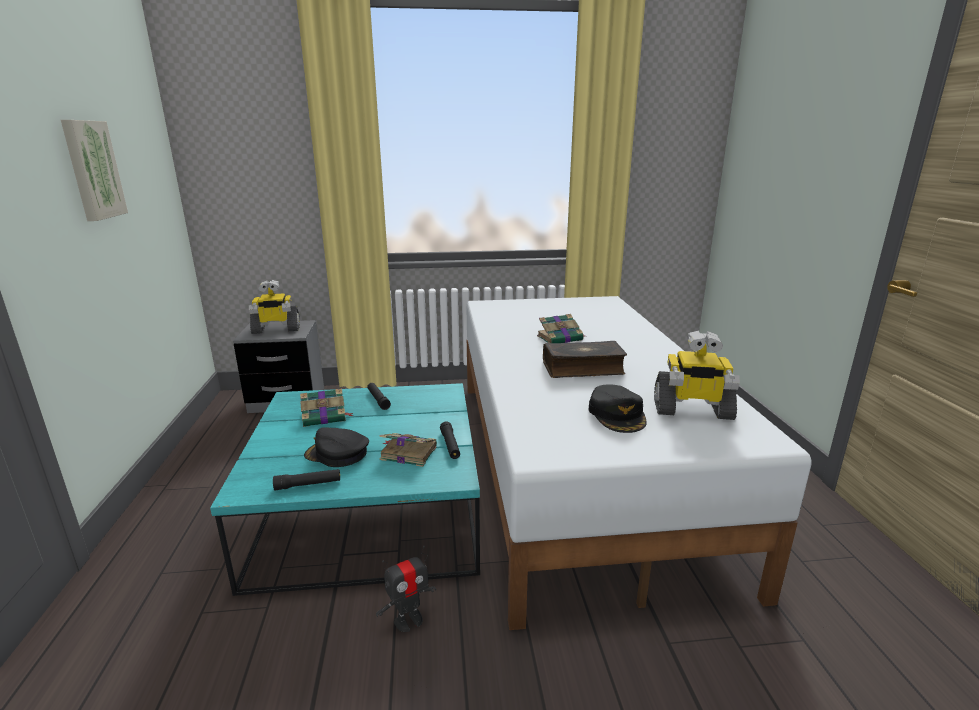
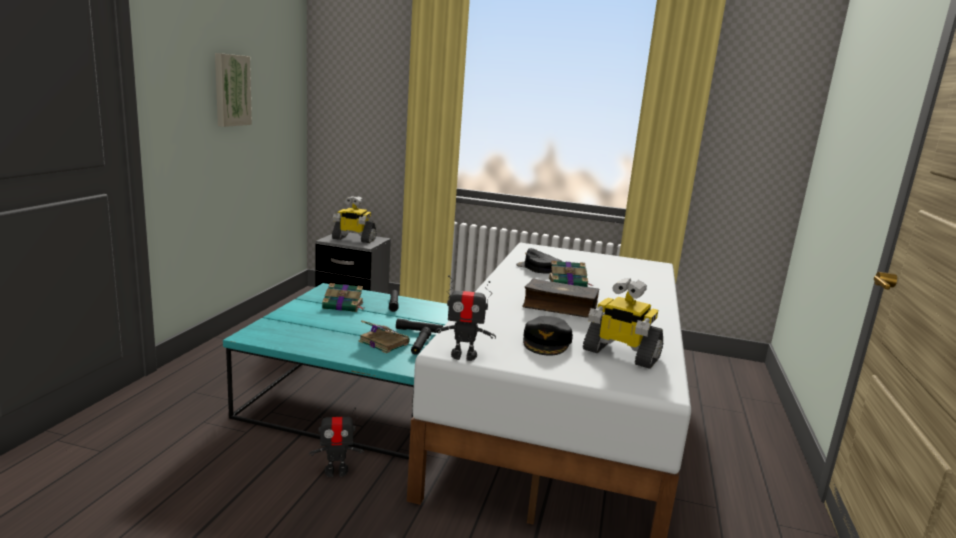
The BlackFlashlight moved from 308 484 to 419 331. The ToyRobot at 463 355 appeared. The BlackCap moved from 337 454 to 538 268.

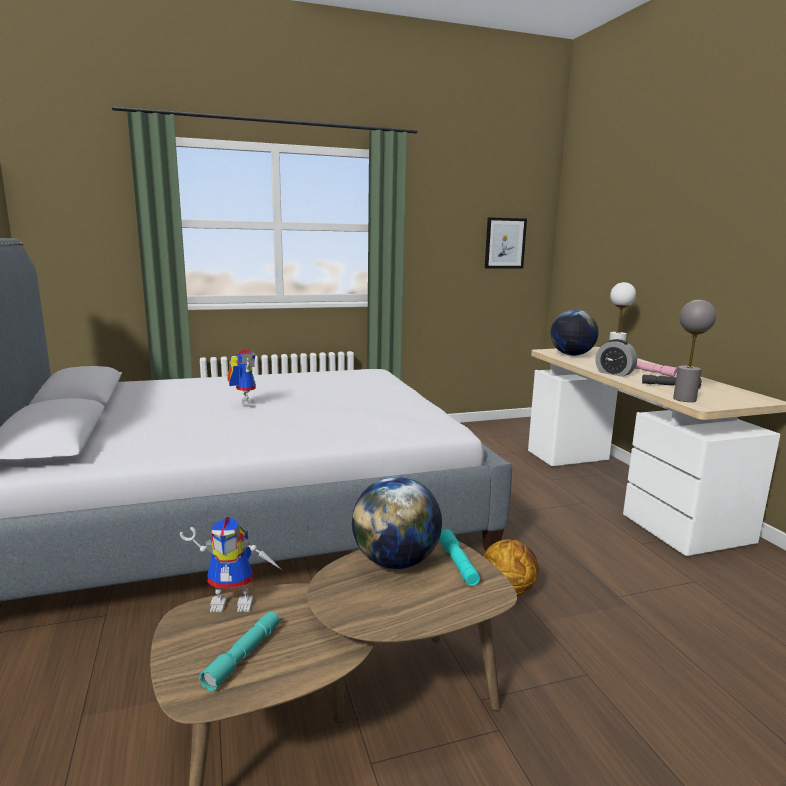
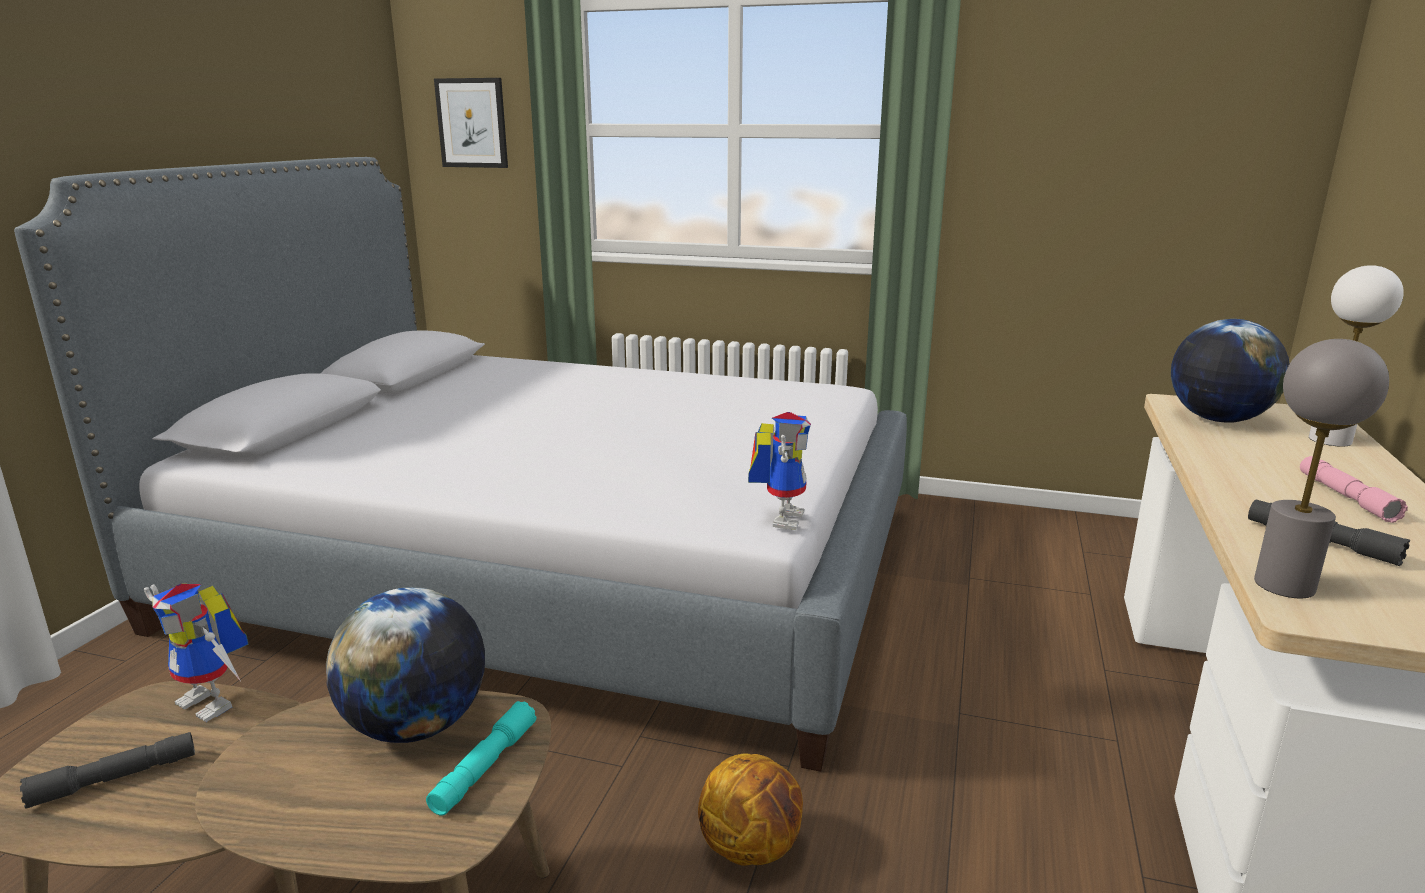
The TurquoiseFlashlight at 243 656 became the GreyFlashlight at 114 779. The Picture moved from 505 243 to 472 123. The ToyRobot moved from 243 403 to 781 517. The AlarmClock at 614 373 disappeared.

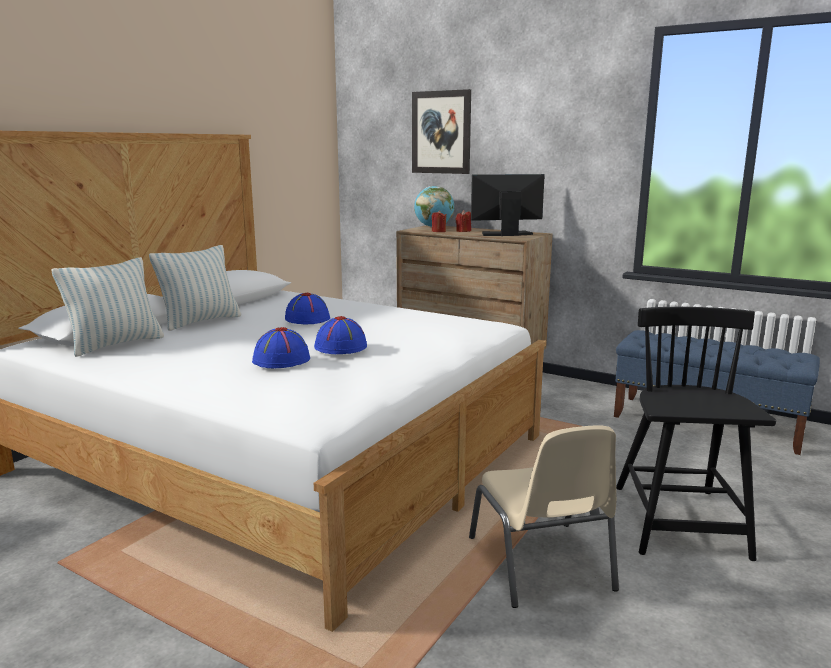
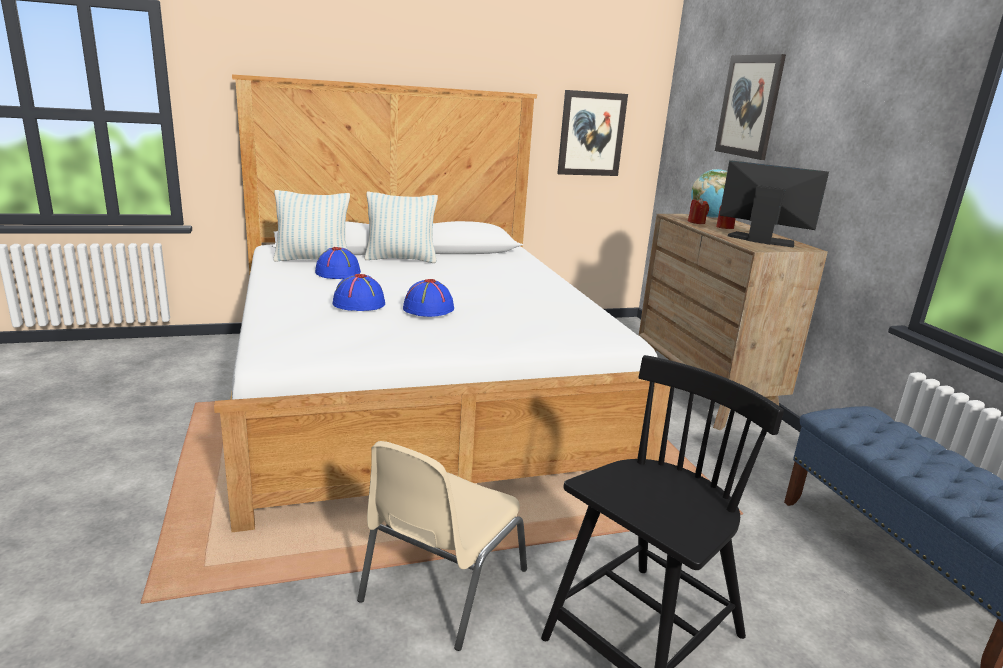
The BlueHat moved from 307 318 to 338 272. The Picture at 591 134 appeared.

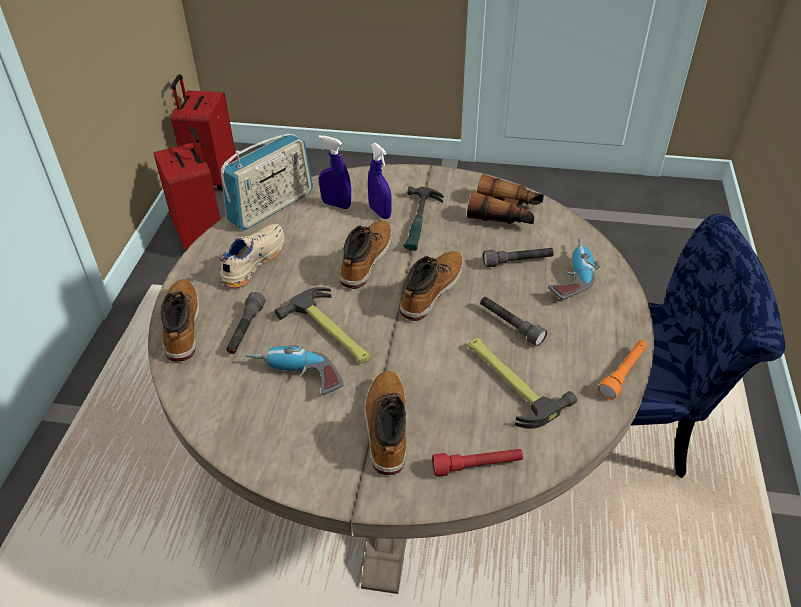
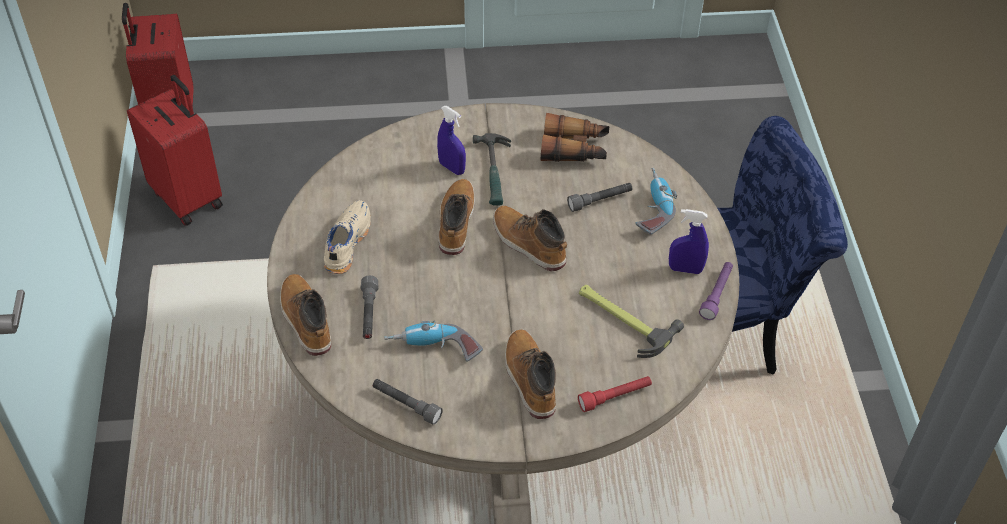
The GreyFlashlight moved from 510 325 to 406 405. The Boot at 431 290 turned 60 degrees counterclockwise. The BlueSprayBottle moved from 336 204 to 685 269. The OrangeFlashlight at 623 373 became the PurpleFlashlight at 717 294. The Radio at 271 207 disappeared. The Hammer at 331 332 disappeared.

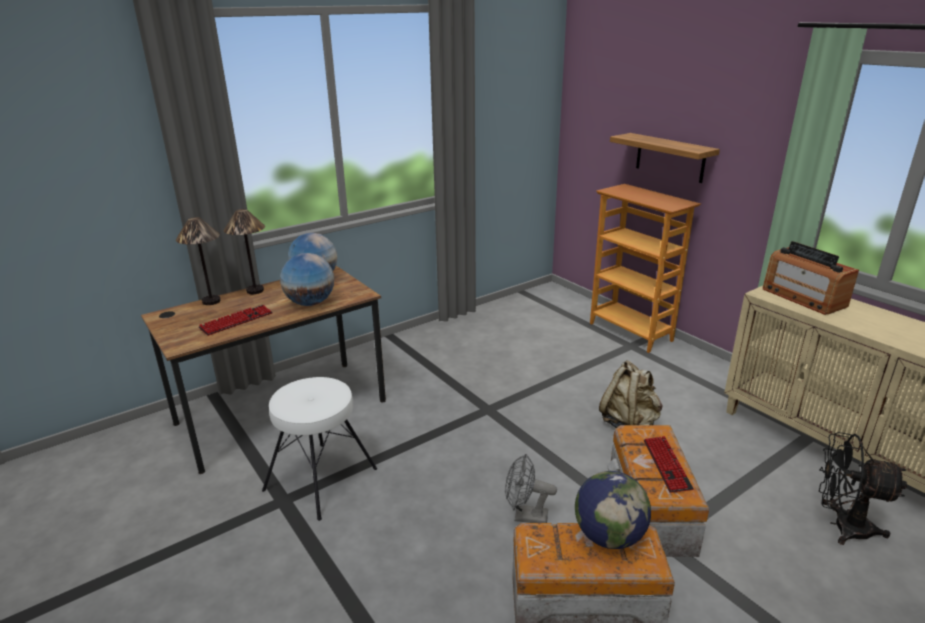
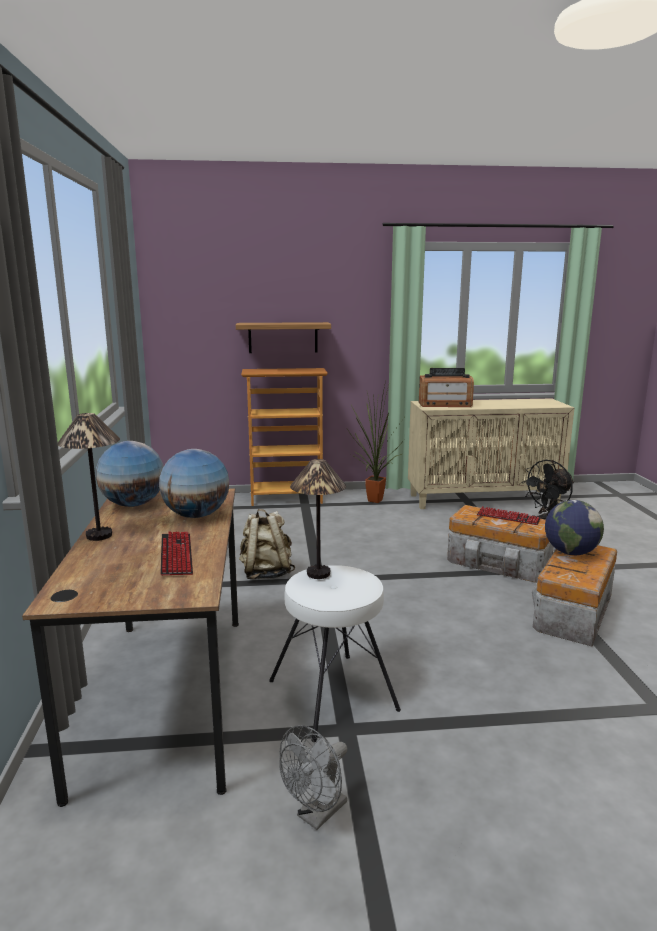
The BeigeBackpack moved from 629 423 to 266 573. The GreyFan moved from 525 516 to 317 815. The TableLamp moved from 211 301 to 318 574. The PottedPlant at 373 501 appeared.

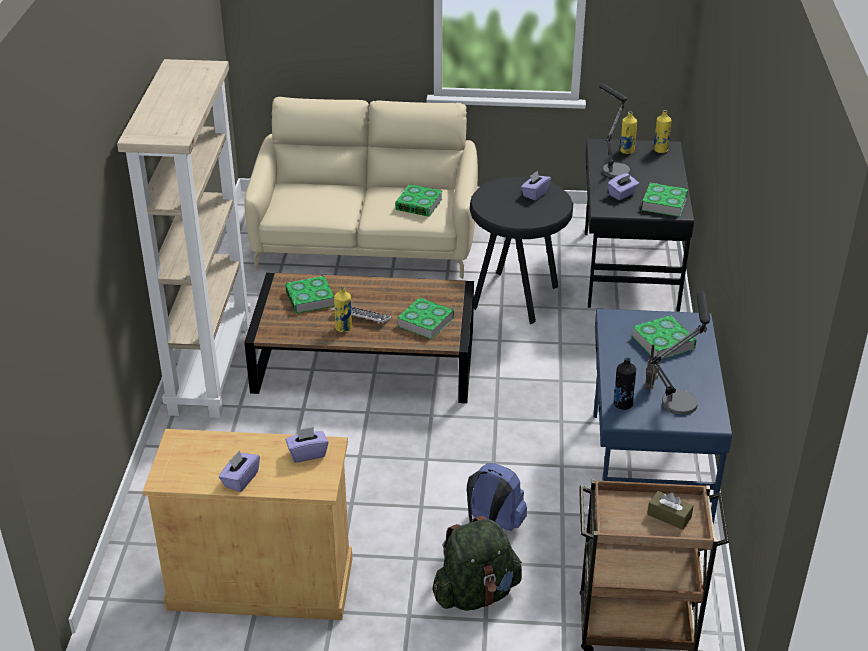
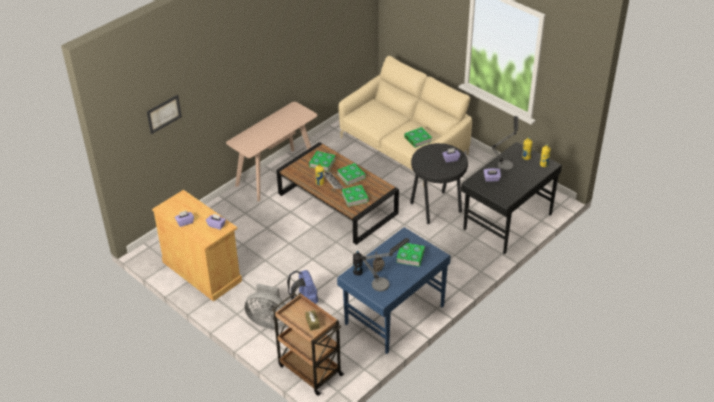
The Picture at 164 114 appeared. The BeigeBookcase at 209 366 was replaced by the BeigeConsoleTable at 276 174. The GreenBackpack at 476 593 was replaced by the GreyFan at 268 321. The Book moved from 664 203 to 351 176.

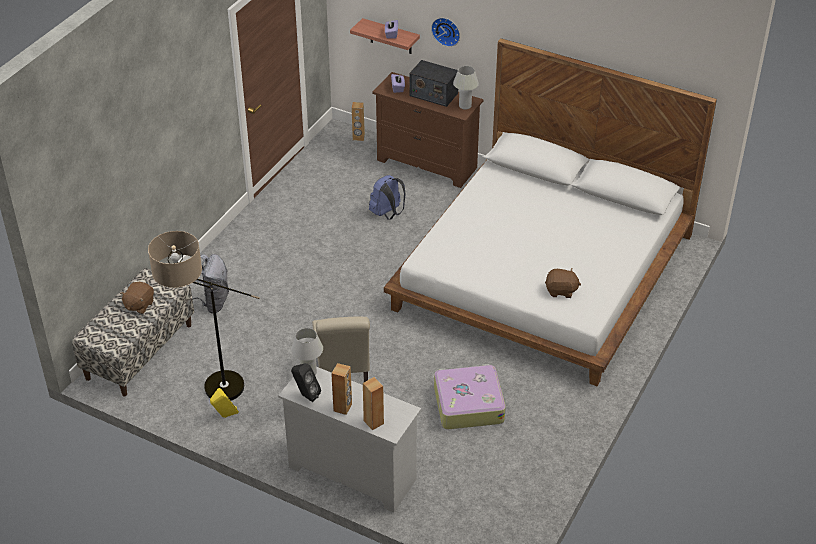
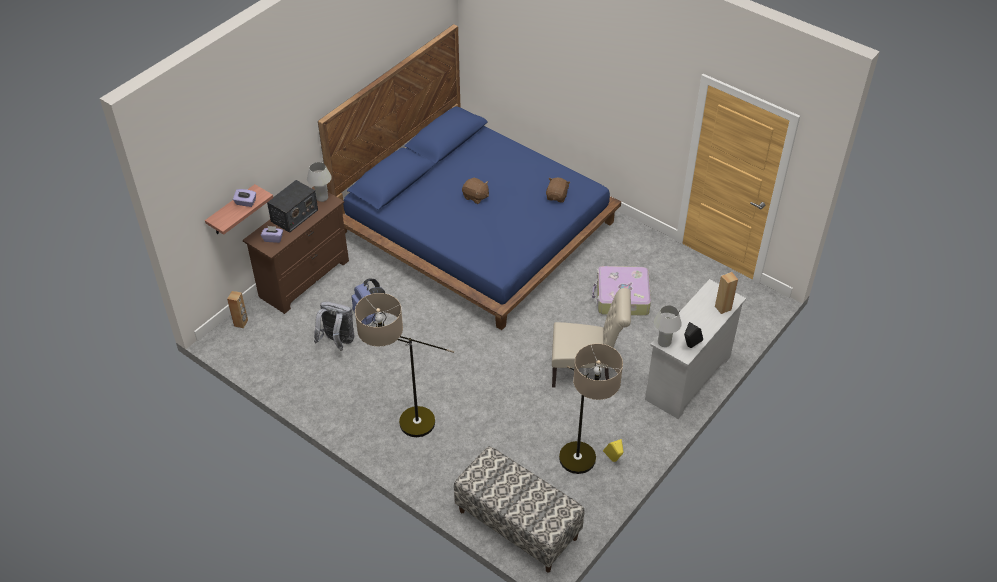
The GreyBackpack moved from 211 303 to 337 342. The WhiteBed at 542 272 became the BlueBed at 477 228. The FloorLamp at 403 426 appeared. The BrownPlushToy moved from 139 305 to 475 197. The BrownSpeaker at 343 407 disappeared. The WallClock at 446 30 disappeared.

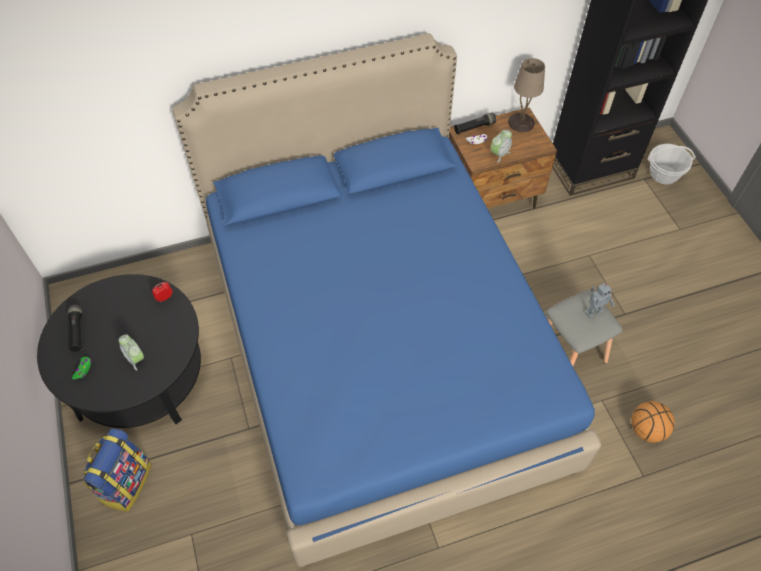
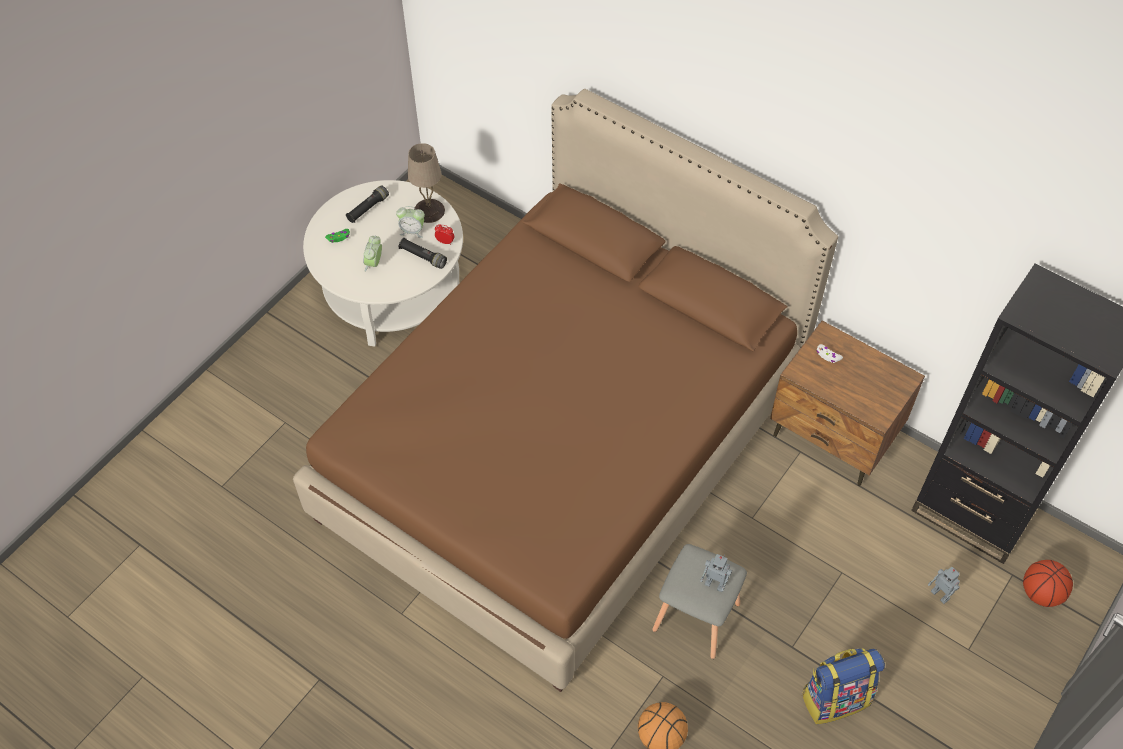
The BlueBed at 380 349 became the BrownBed at 562 448. The BlackCoffeeTable at 139 375 became the WhiteCoffeeTable at 392 288. The AlarmClock moved from 499 154 to 412 231. The BlackFlashlight moved from 474 128 to 423 257. The BeigeTableLamp moved from 521 123 to 428 211. The Backpack moved from 126 482 to 835 698. The ToyRobot at 940 594 appeared. The Basket at 663 174 was replaced by the Basketball at 1041 593.

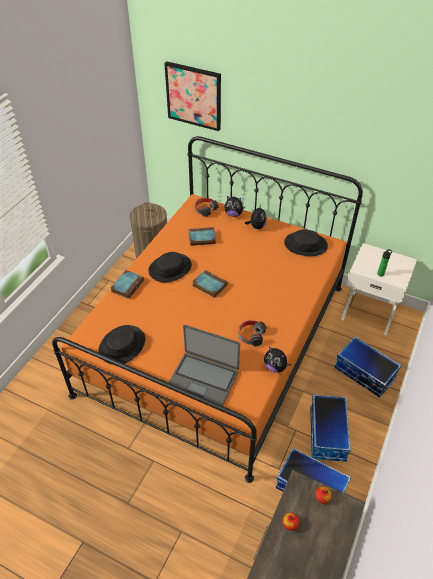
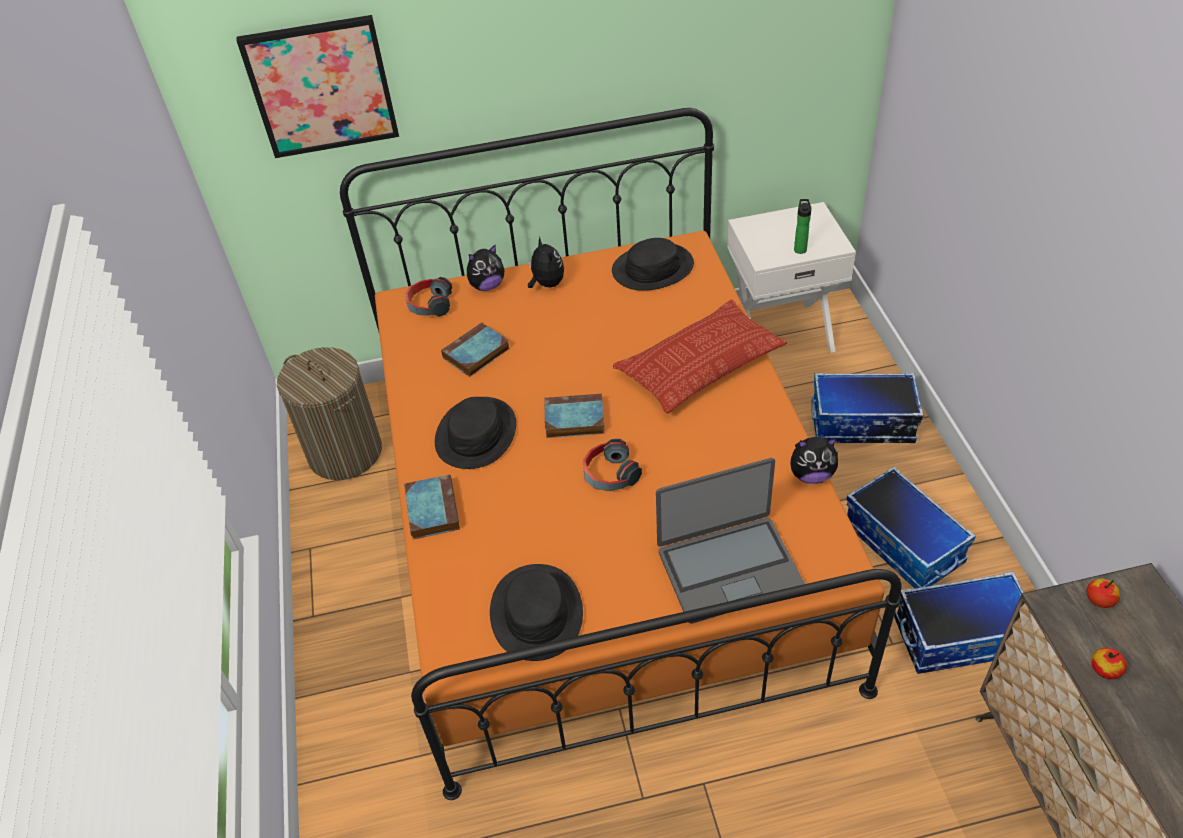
The Headphones moved from 250 336 to 609 474. The Pillow at 700 364 appeared.

